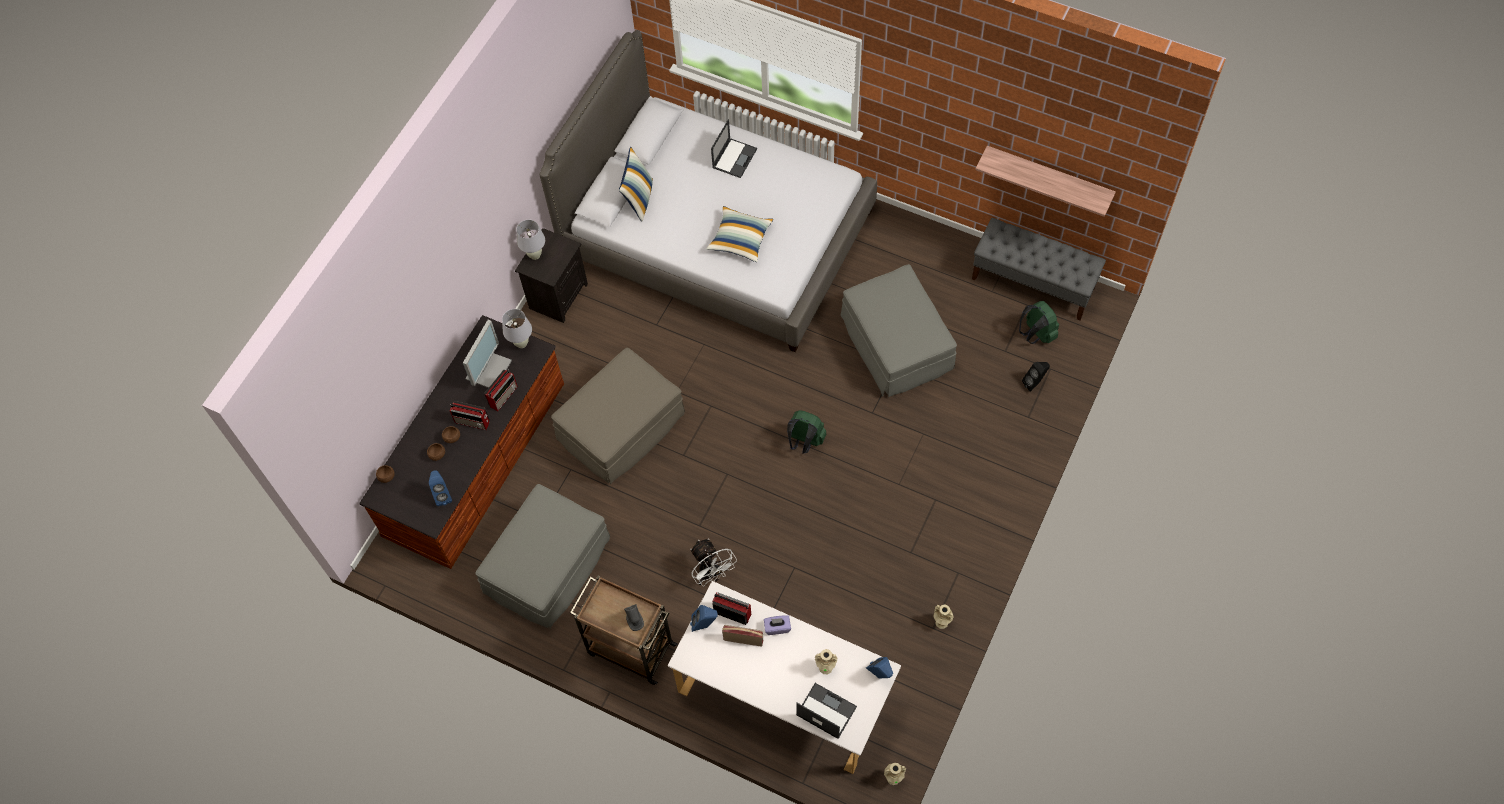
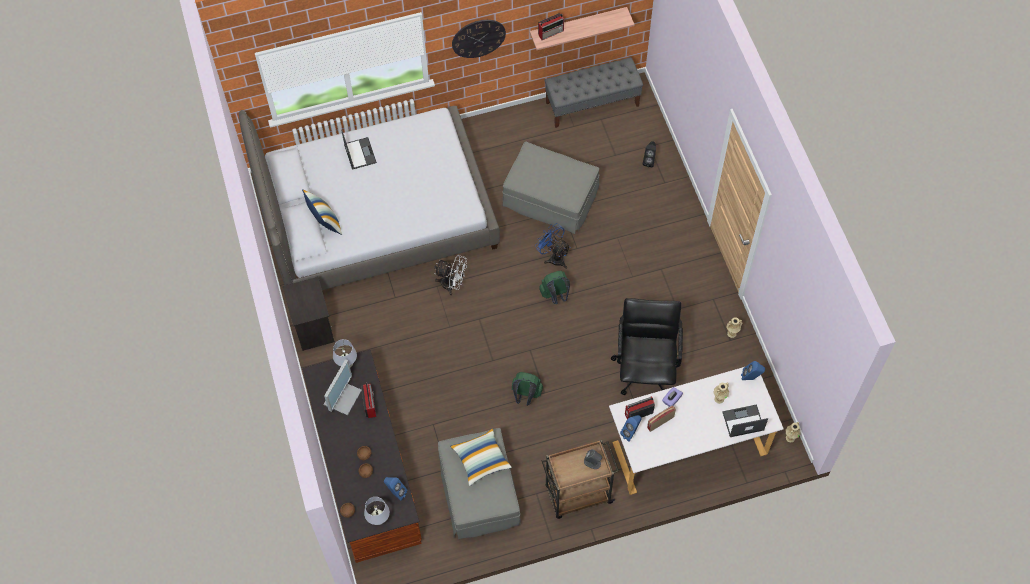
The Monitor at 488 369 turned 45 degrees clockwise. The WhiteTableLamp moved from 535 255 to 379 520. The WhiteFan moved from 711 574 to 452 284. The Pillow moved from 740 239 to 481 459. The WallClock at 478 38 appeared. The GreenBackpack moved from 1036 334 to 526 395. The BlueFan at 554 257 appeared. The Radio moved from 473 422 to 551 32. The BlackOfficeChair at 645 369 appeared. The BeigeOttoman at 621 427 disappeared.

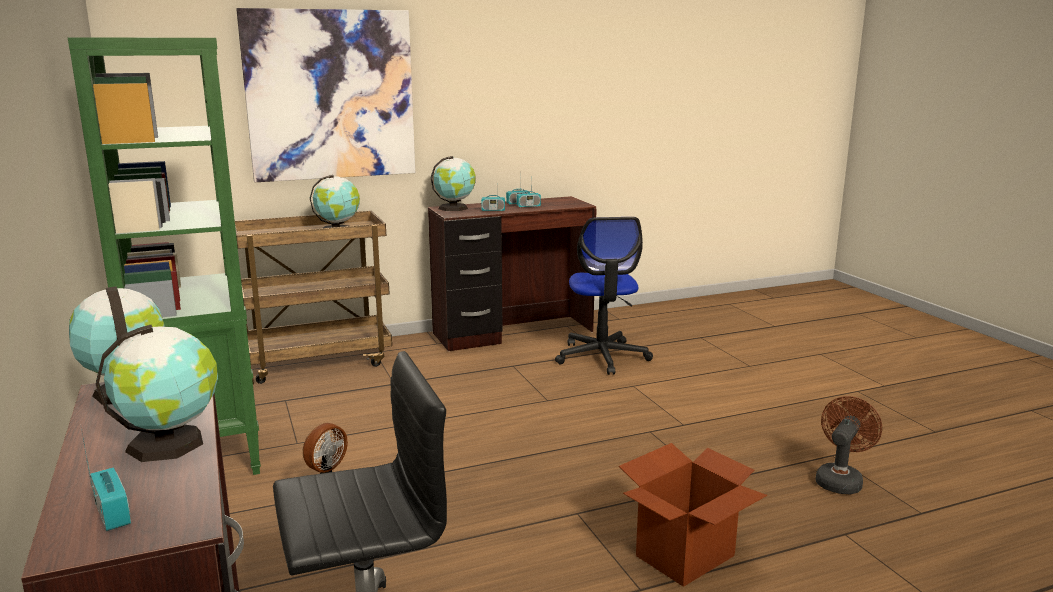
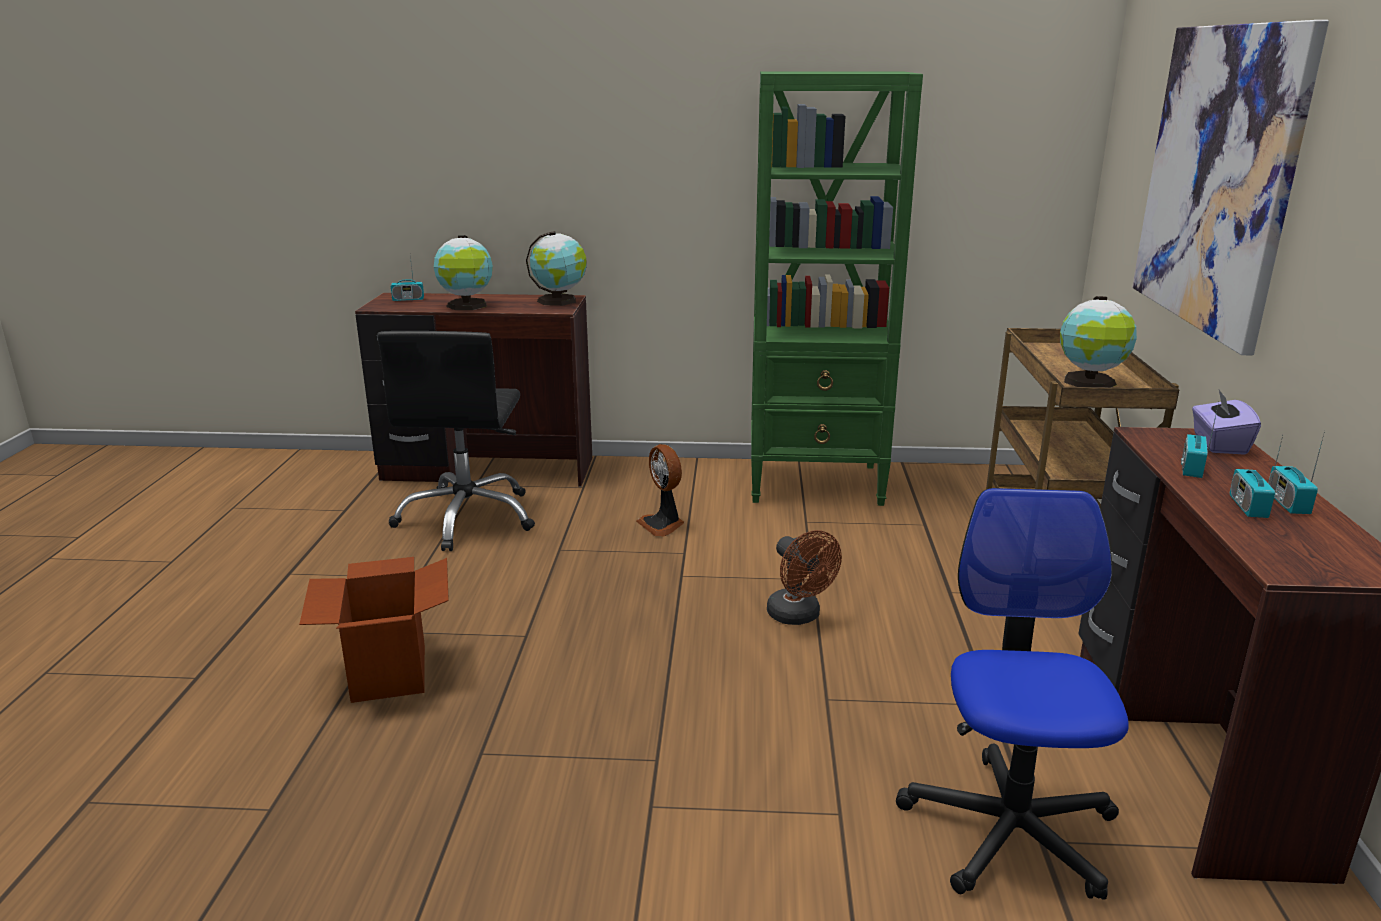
The BrownFan moved from 840 480 to 799 616. The OfficeChair at 602 357 turned 75 degrees clockwise. The Globe at 455 208 was replaced by the PurpleTissueBox at 1218 444.

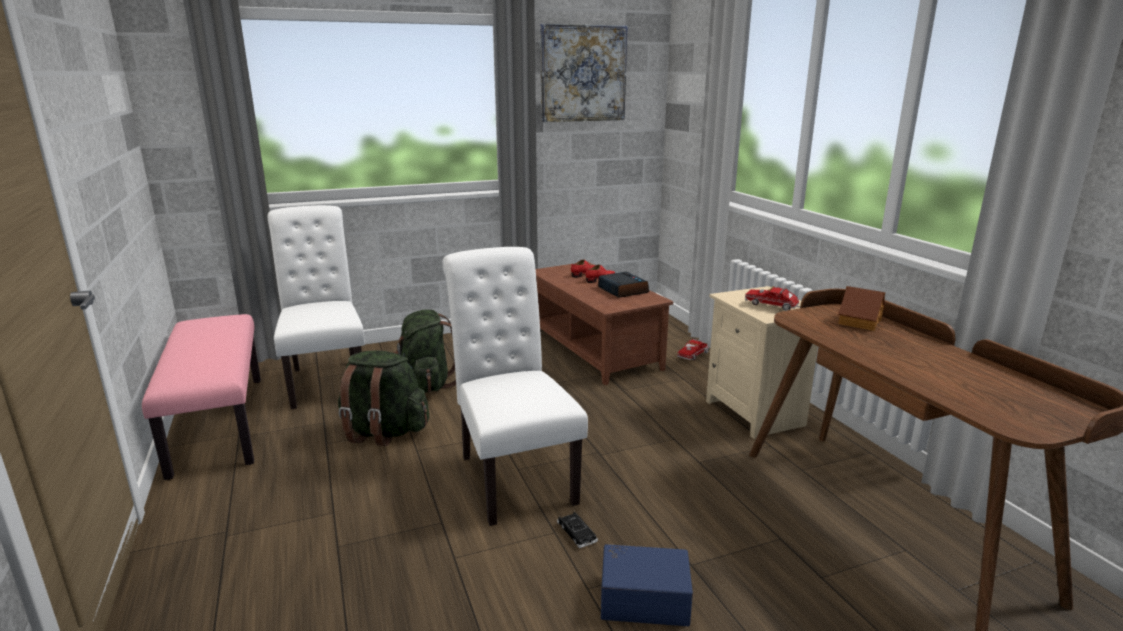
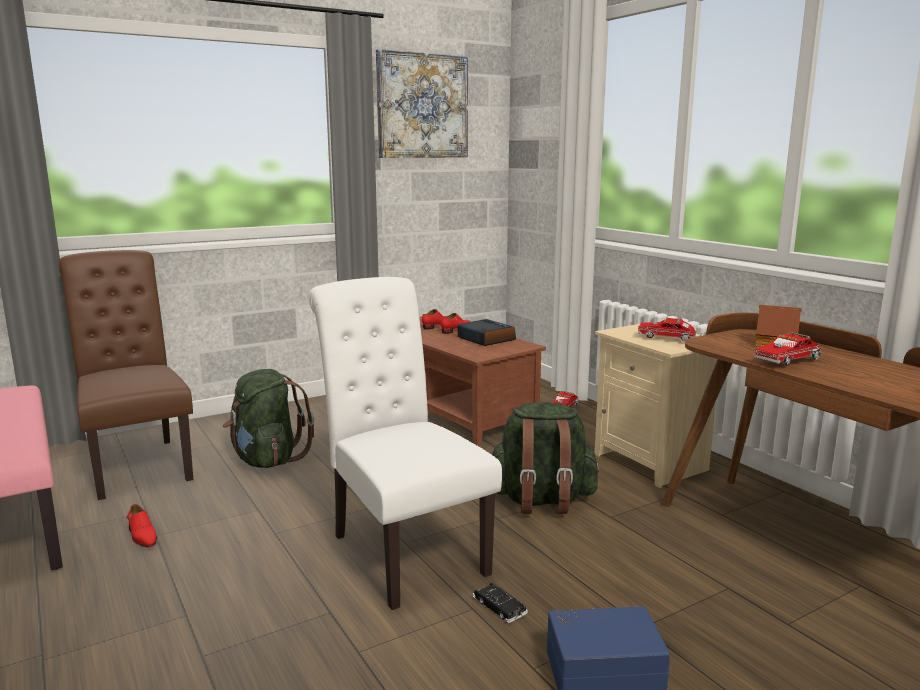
The WhiteChair at 327 380 became the BrownChair at 138 464. The RedShoe at 142 536 appeared. The GreenBackpack moved from 383 432 to 541 501. The ToyTruck at 788 361 appeared.

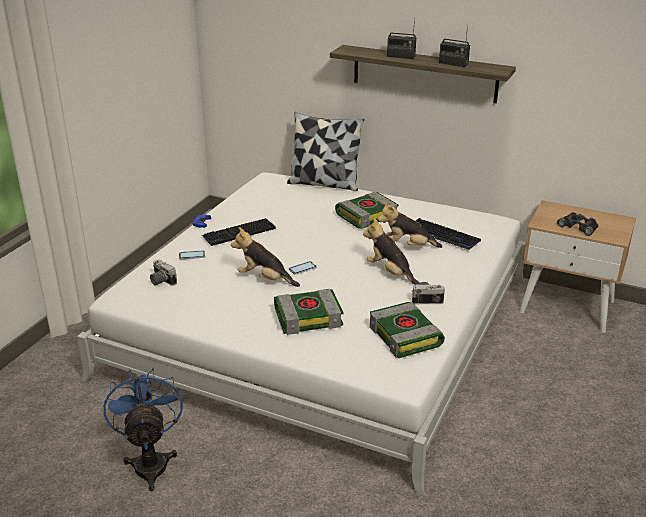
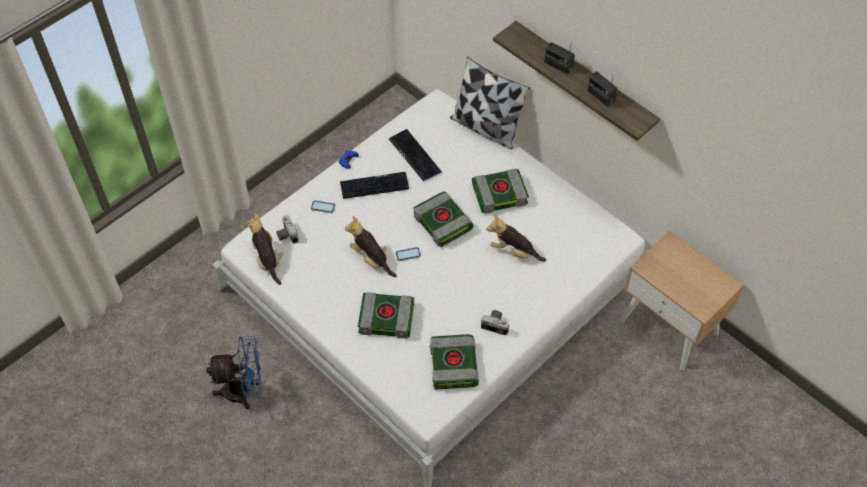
The BlueFan at 150 461 turned 75 degrees clockwise. The PlushToy moved from 390 273 to 267 260. The Keyboard moved from 443 235 to 415 155. The Book at 443 223 appeared. The BlackBinoculars at 579 226 disappeared.

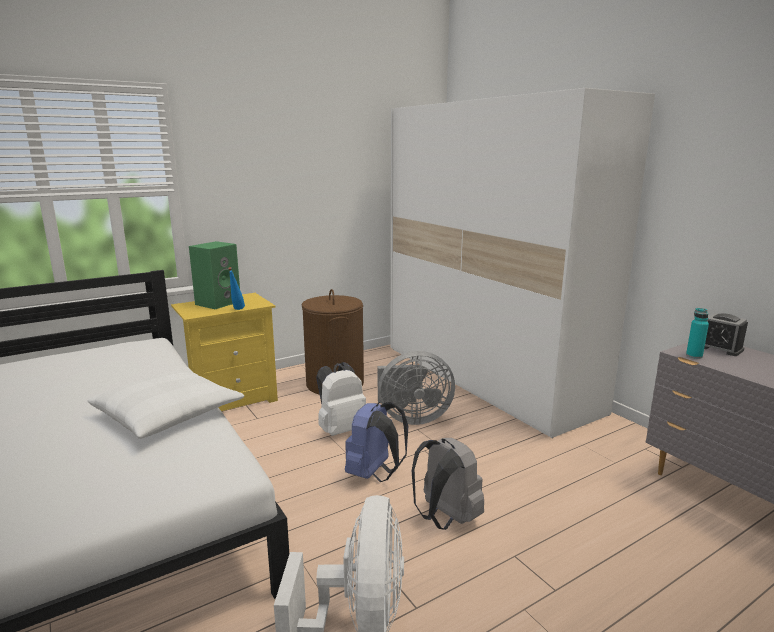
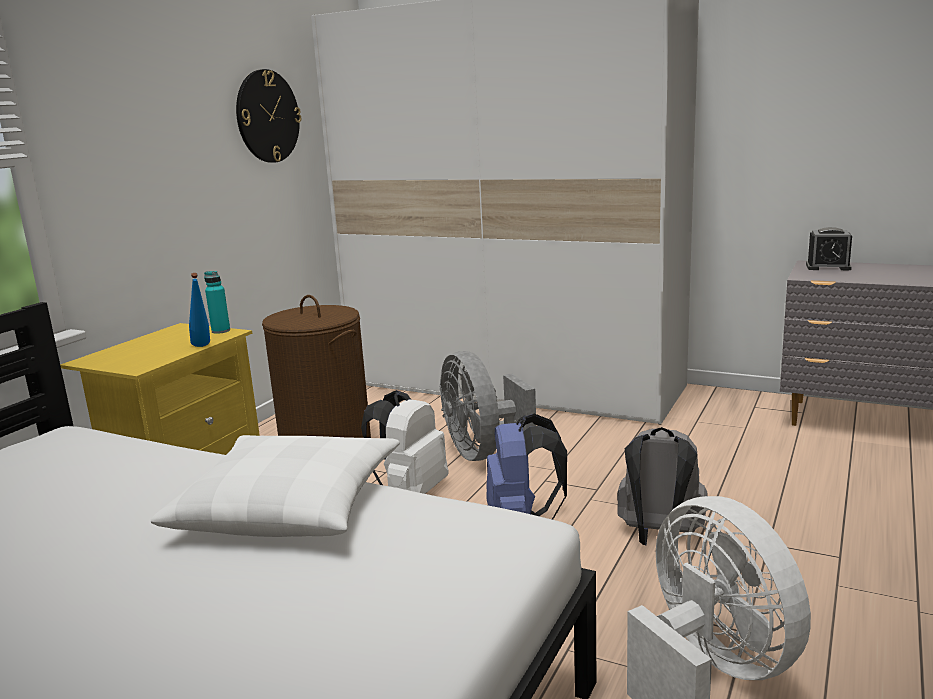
The TurquoiseBottle moved from 694 356 to 221 331. The WallClock at 267 116 appeared. The GreyFan at 411 418 turned 105 degrees clockwise. The GreenSpeaker at 218 302 disappeared.

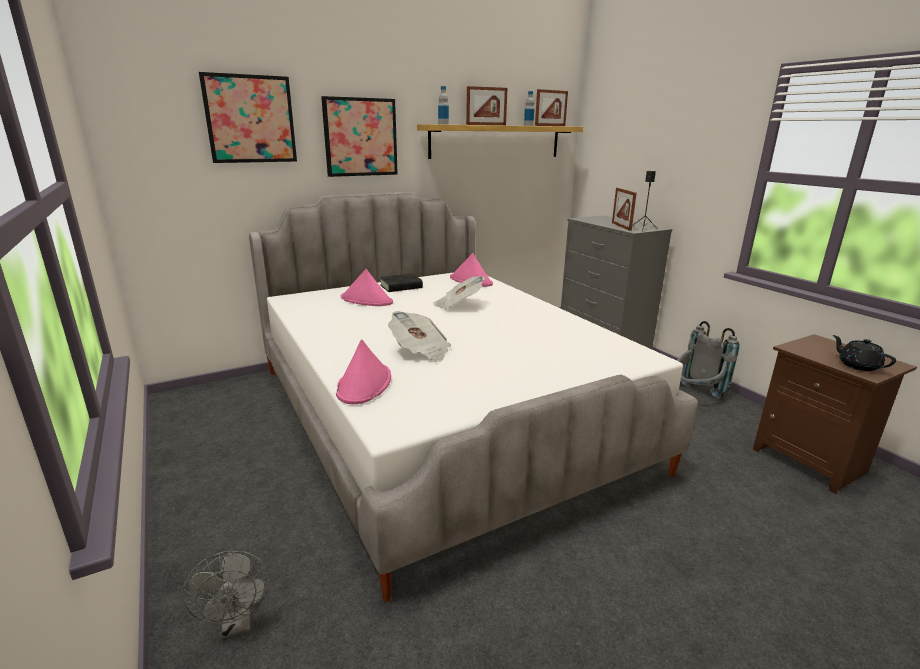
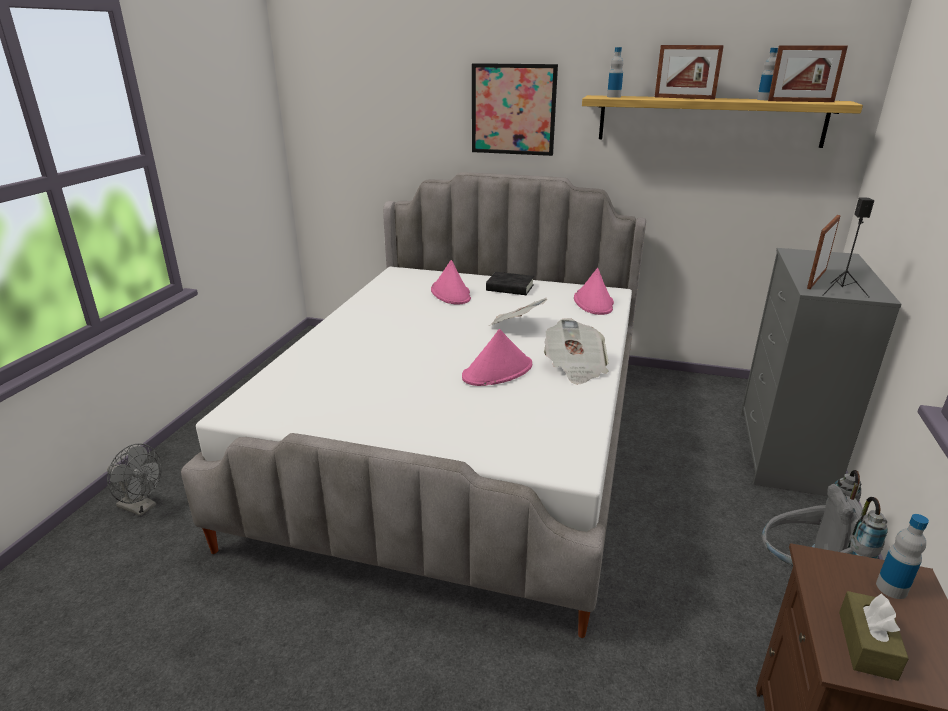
The GreyFan at 237 624 turned 90 degrees counterclockwise. The PinkHat moved from 364 384 to 498 371. The Newspaper moved from 420 351 to 575 367. The BlackTeapot at 858 365 was replaced by the BrownTissueBox at 867 644. The Bottle at 891 588 appeared. The Picture at 250 119 disappeared.

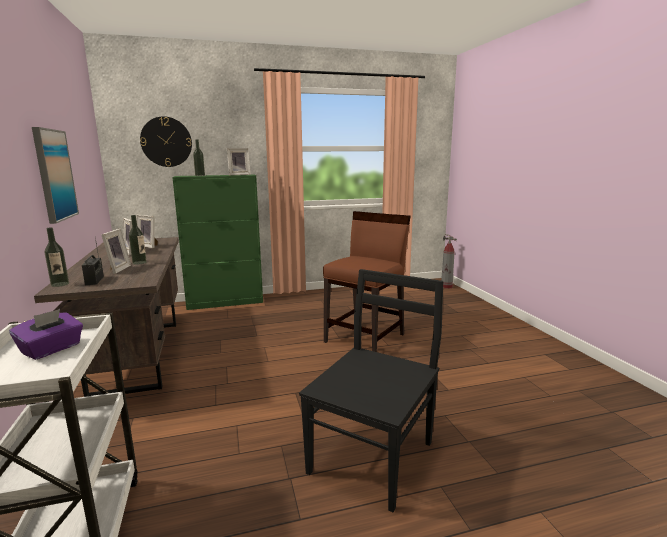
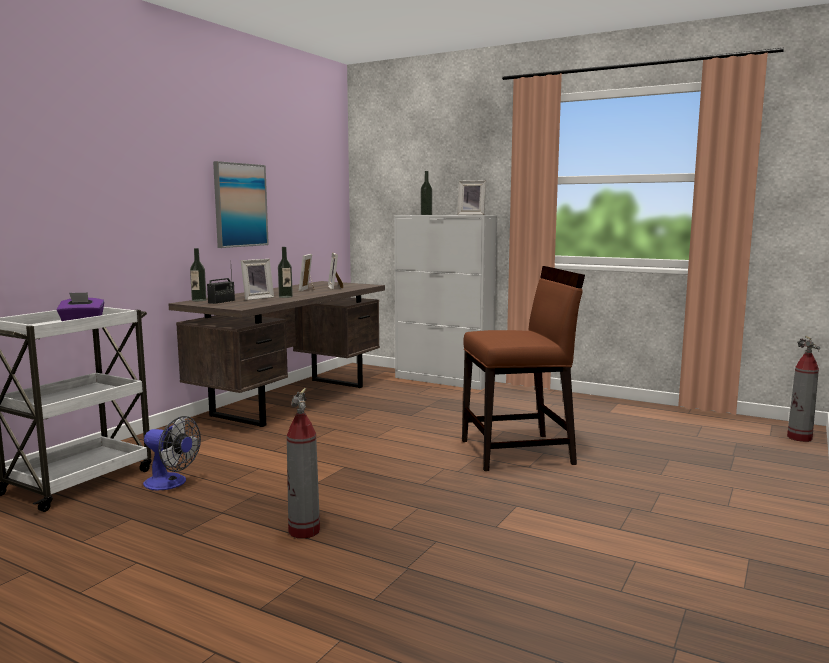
The Fan at 171 483 appeared. The BlackChair at 373 455 was replaced by the FireExtinguisher at 304 531. The GreenCabinet at 225 302 became the WhiteCabinet at 444 380. The WallClock at 166 142 disappeared.

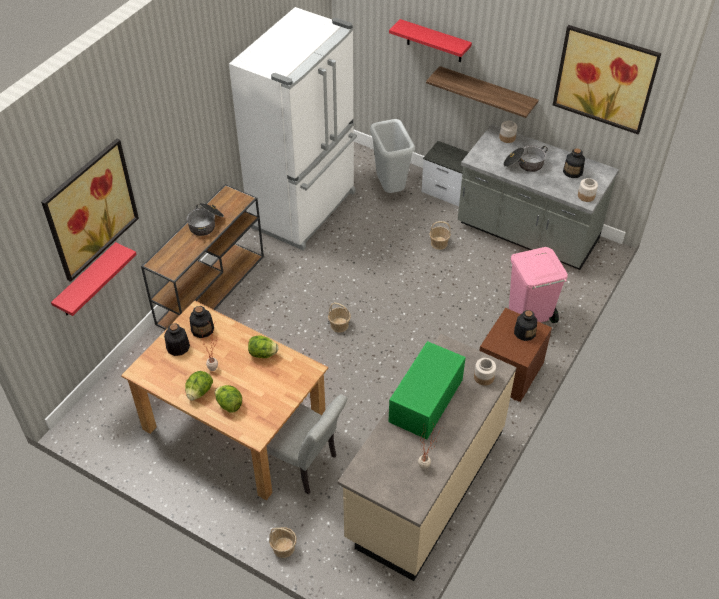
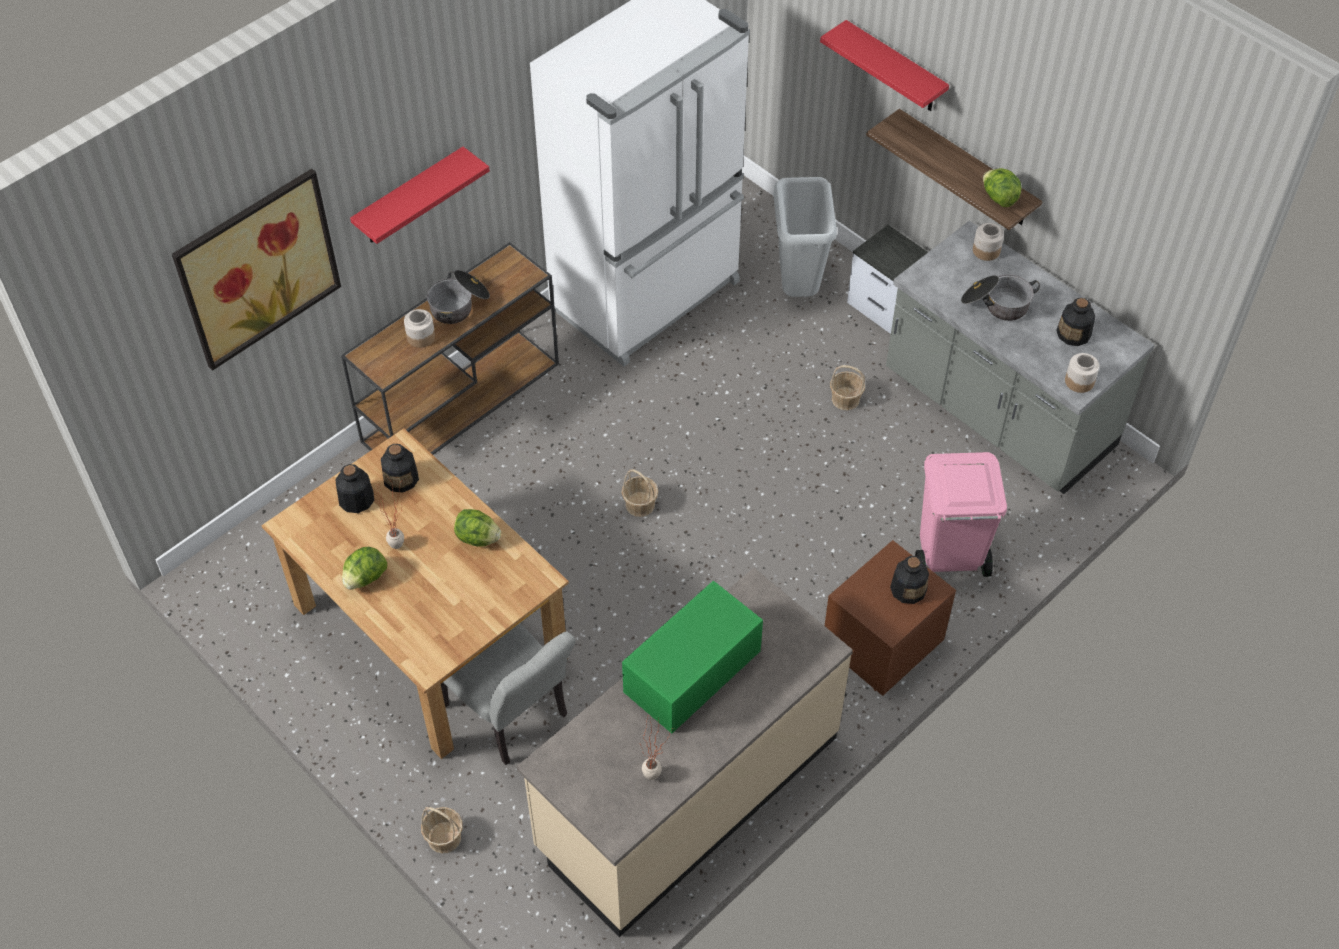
The RedShelf moved from 87 281 to 410 198. The Jar moved from 483 377 to 420 337. The Lettuce moved from 229 404 to 999 198. The Picture at 605 79 disappeared.

